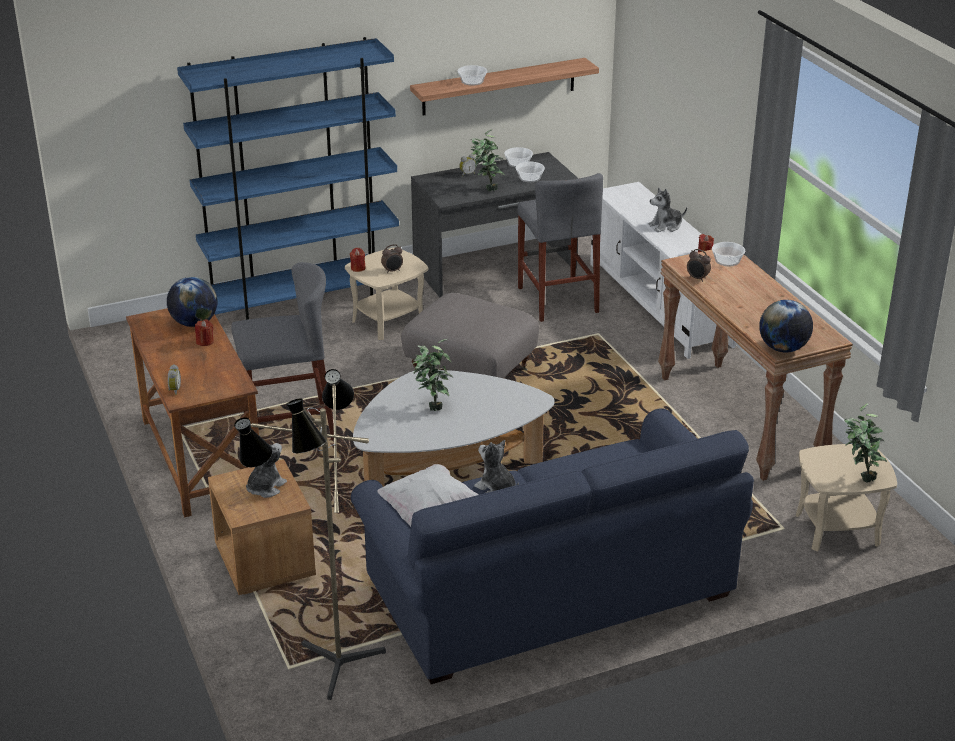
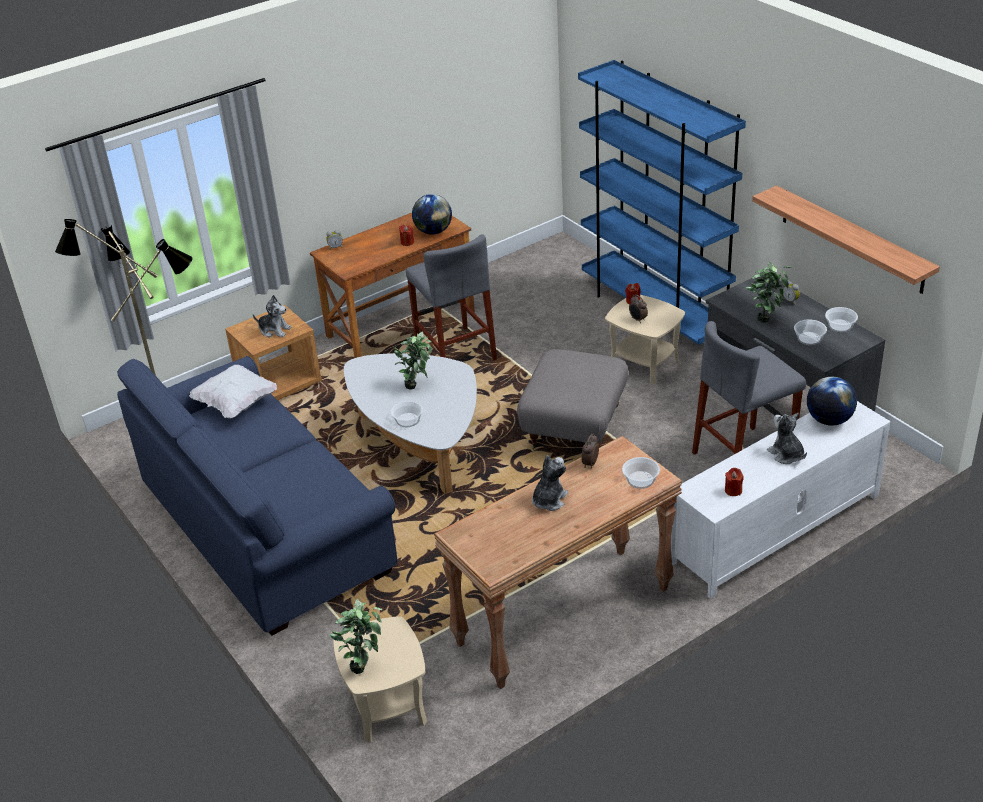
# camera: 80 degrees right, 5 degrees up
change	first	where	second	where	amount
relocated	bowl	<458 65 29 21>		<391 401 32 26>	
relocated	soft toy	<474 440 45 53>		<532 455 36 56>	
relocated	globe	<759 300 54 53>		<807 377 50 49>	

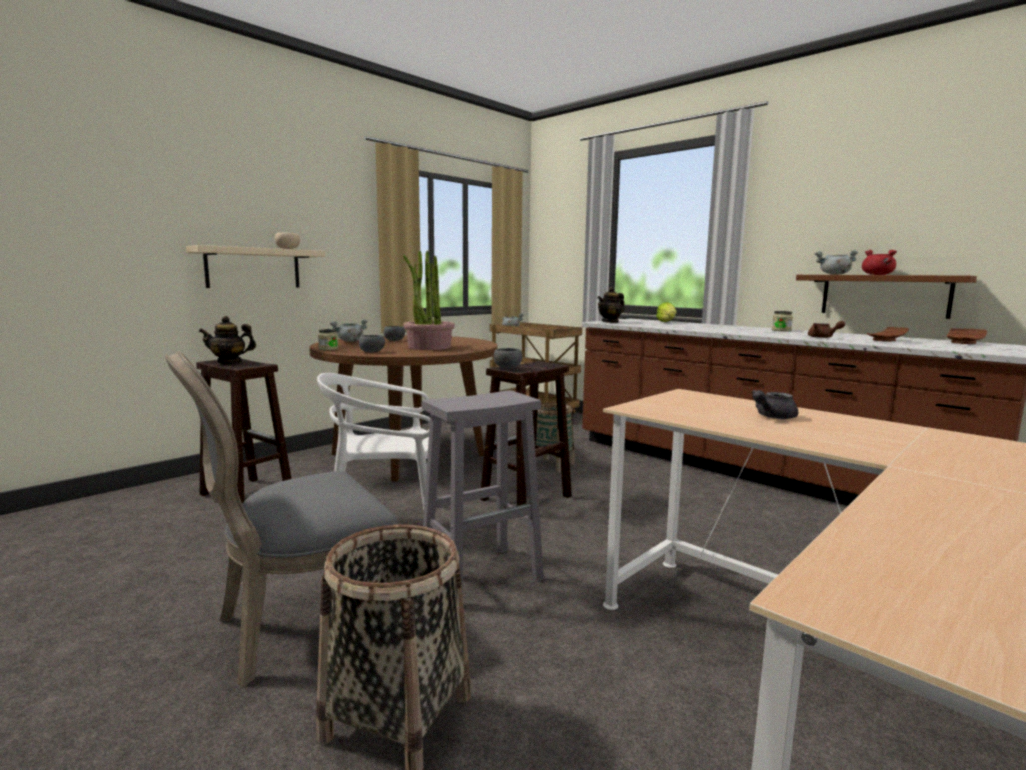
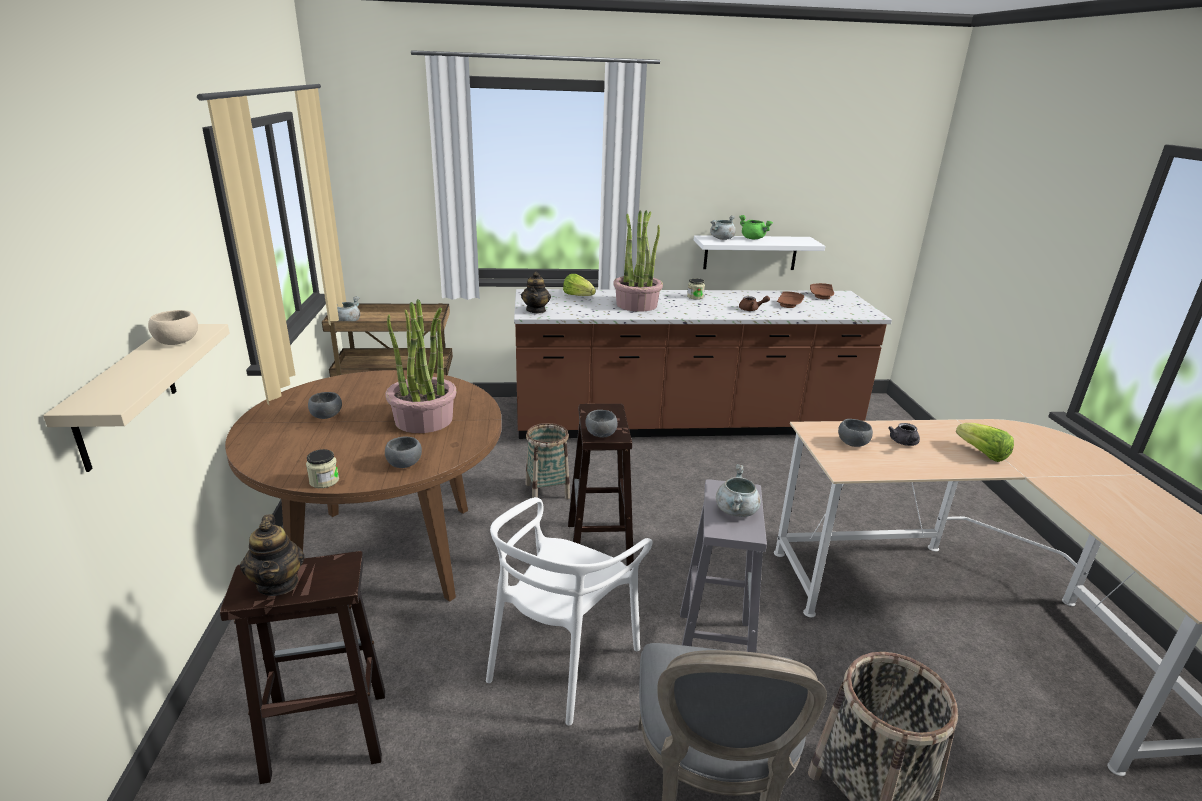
# camera: 50 degrees left, 15 degrees up
change	first	where	second	where	amount
spun	teapot	<199 316 57 48>		<240 514 65 82>	45 degrees counterclockwise
appeared			potted plant	<613 210 50 102>	
colour	brownish wall shelf	<796 275 181 44>	whitish wall shelf	<694 235 131 35>	
relocated	gray stockpot	<330 319 38 23>		<716 464 45 53>	
colour	red-coloured stockpot	<862 250 35 25>	green-coloured stockpot	<739 215 34 24>	
appeared			gray bowl	<838 419 35 28>	
appeared			head of lettuce	<956 423 58 39>	

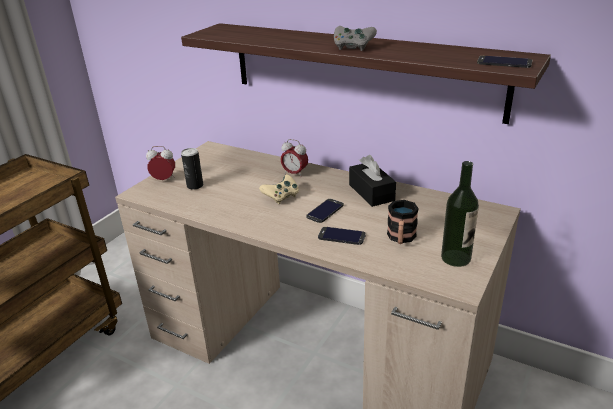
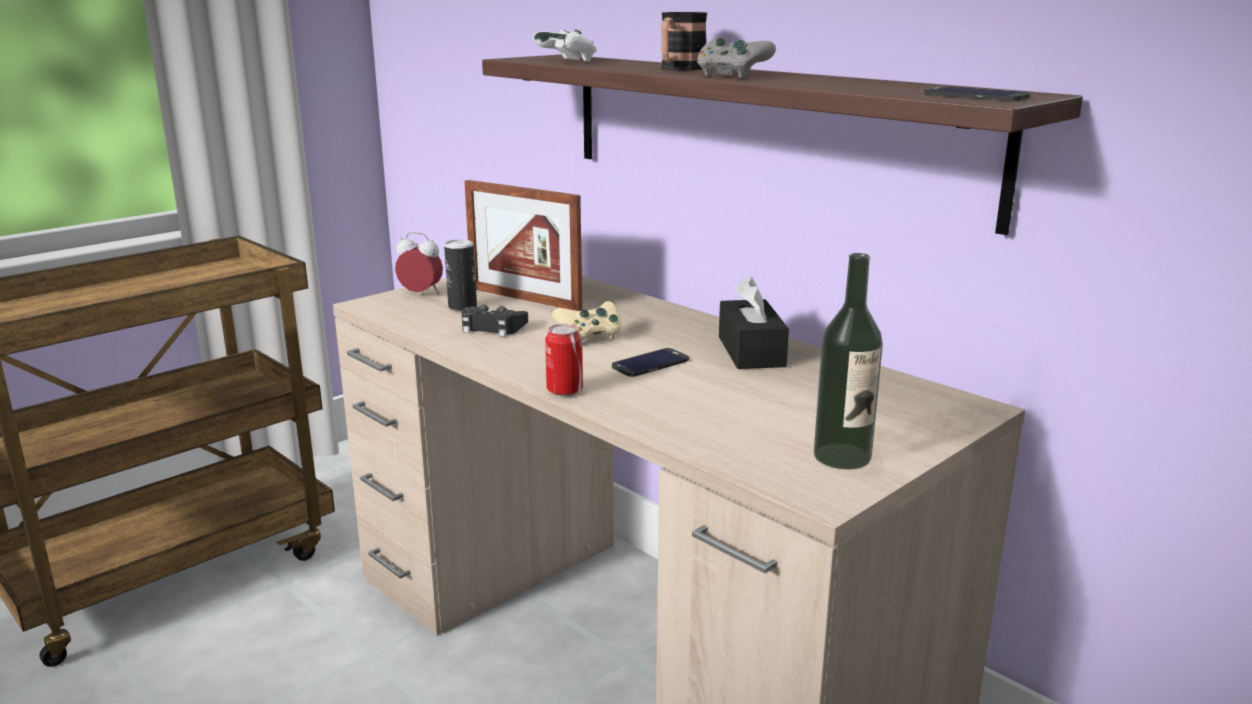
# camera: 15 degrees right, 10 degrees down
change	first	where	second	where	amount
appeared			black gamepad	<461 304 67 33>	
appeared			standing frame	<464 180 118 131>	
appeared			whitish gamepad	<533 29 64 33>	
appeared			metal can	<545 324 38 72>	
relocated	tea mug	<387 200 32 44>		<661 12 46 58>	
missing	bedside clock	<281 139 27 39>			
missing	telephone	<318 227 48 18>			

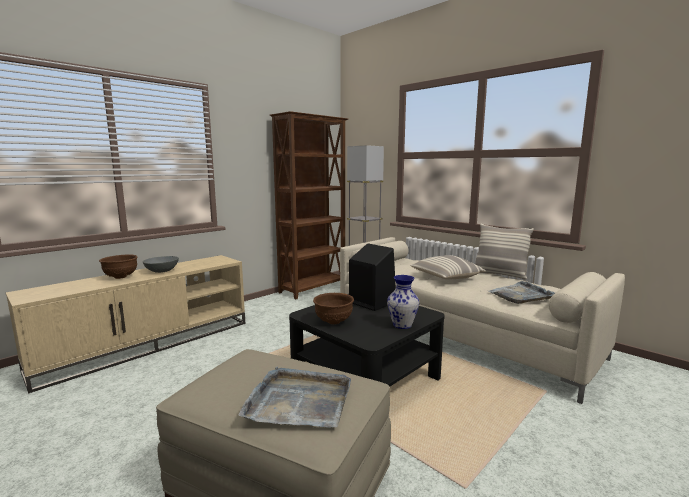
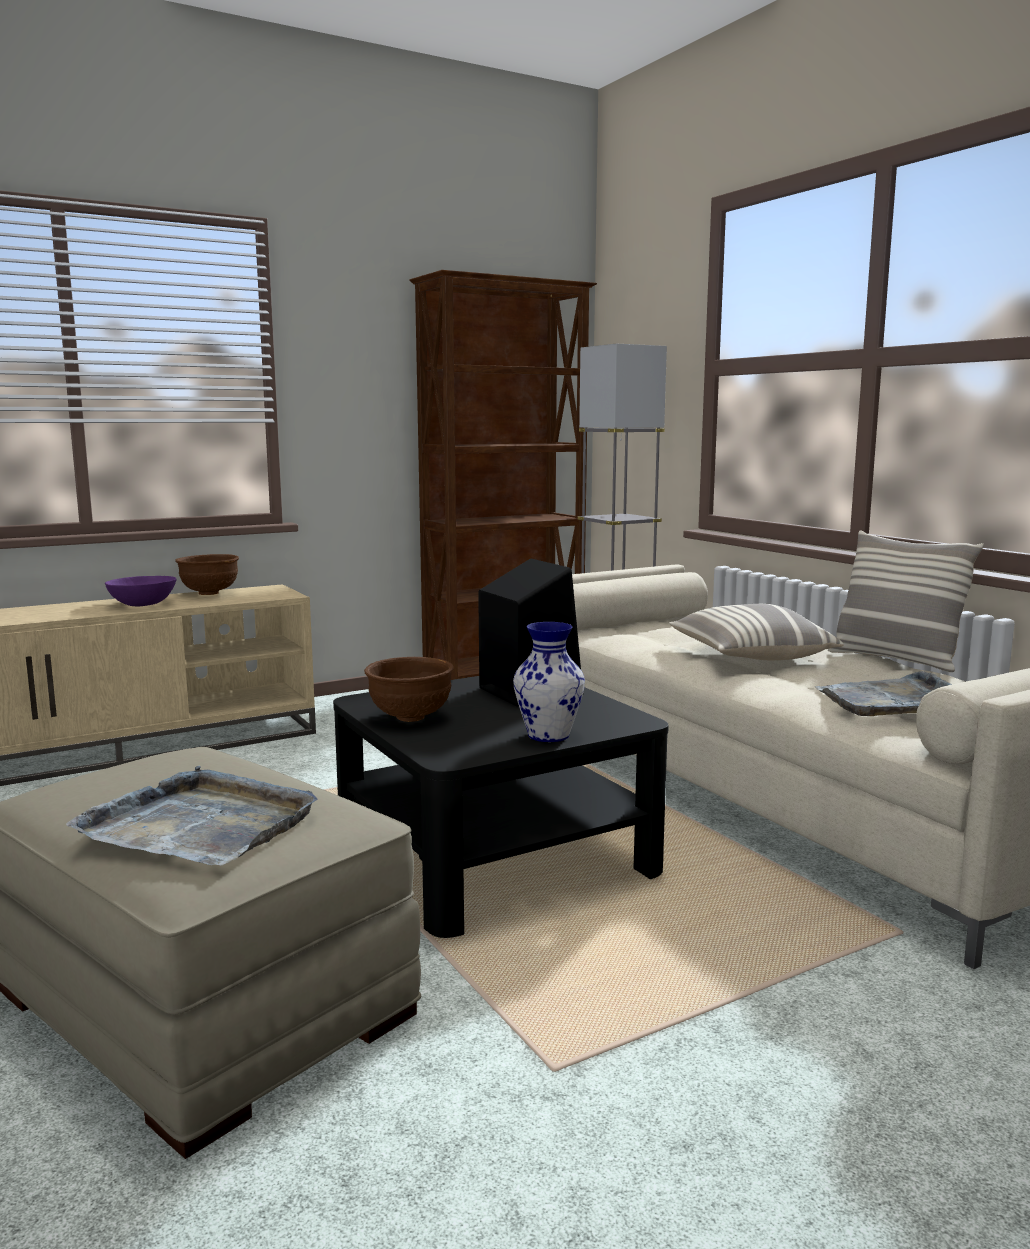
# camera: 15 degrees right, 0 degrees up
change	first	where	second	where	amount
colour	gray bowl	<142 256 37 17>	purplish bowl	<105 576 72 30>	
relocated	brownish bowl	<99 254 39 25>		<175 554 64 41>	

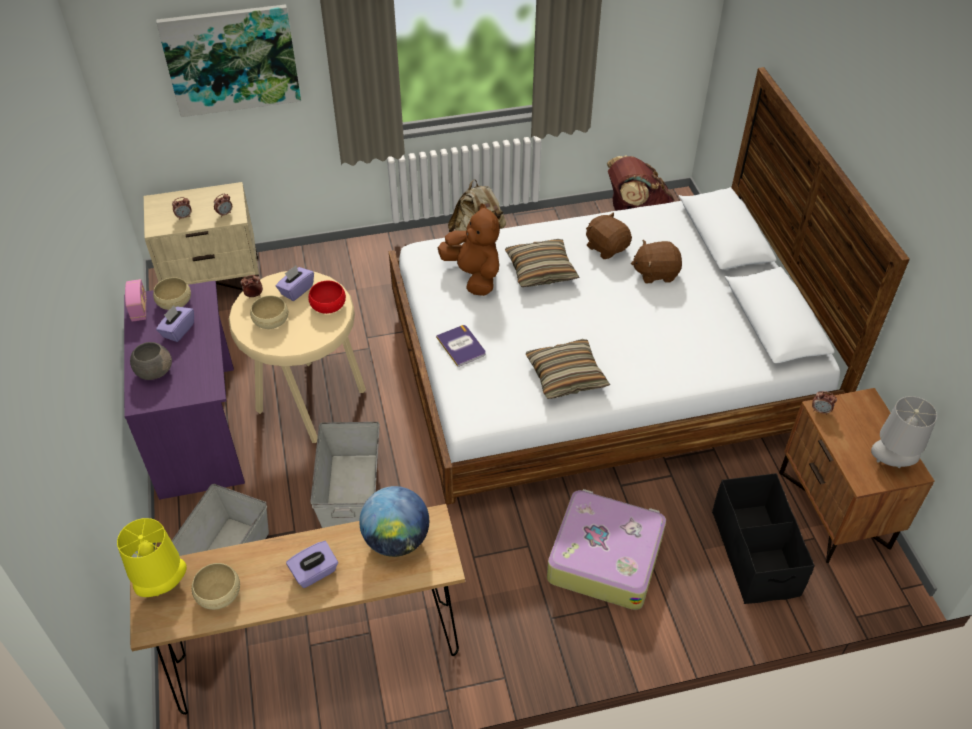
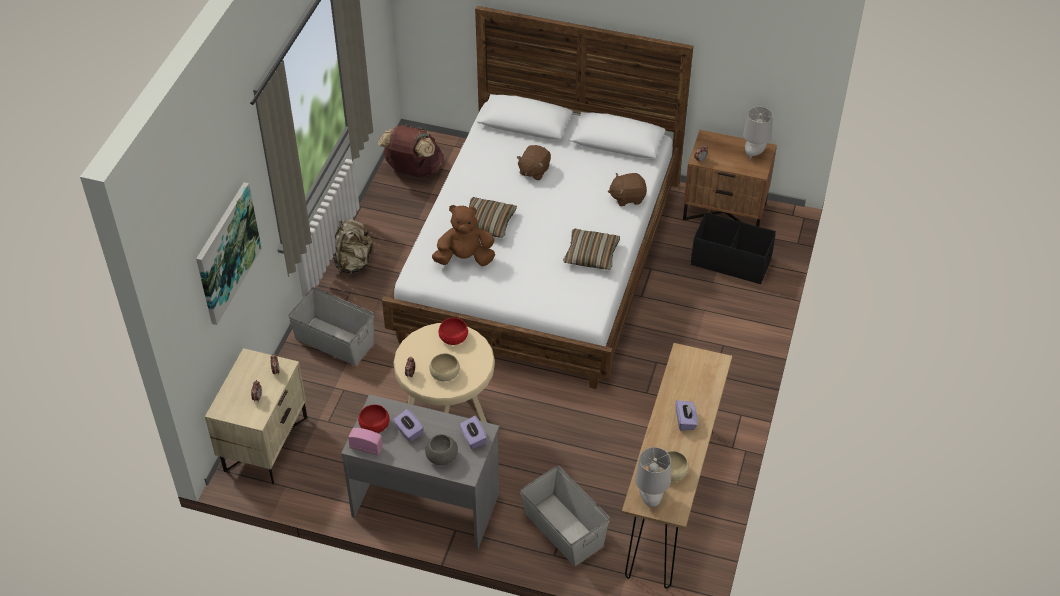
# camera: 60 degrees left, 0 degrees up
change	first	where	second	where	amount
relocated	gray storage container	<310 422 70 106>		<288 287 86 79>	
colour	purplish desk table	<124 281 121 219>	gray desk table	<341 394 158 156>	
colour	beige bowl	<153 277 38 33>	red-coloured bowl	<358 404 31 29>	
relocated	purplish box of tissues	<276 266 38 35>		<459 416 28 33>	
relocated	brownish soft toy	<586 212 46 47>		<608 173 39 33>	
colour	yellow table lamp	<117 518 70 79>	gray table lamp	<635 447 36 60>	
missing	globe	<359 486 70 71>			
missing	volume	<436 325 50 42>			
missing	travel case	<547 489 119 121>			

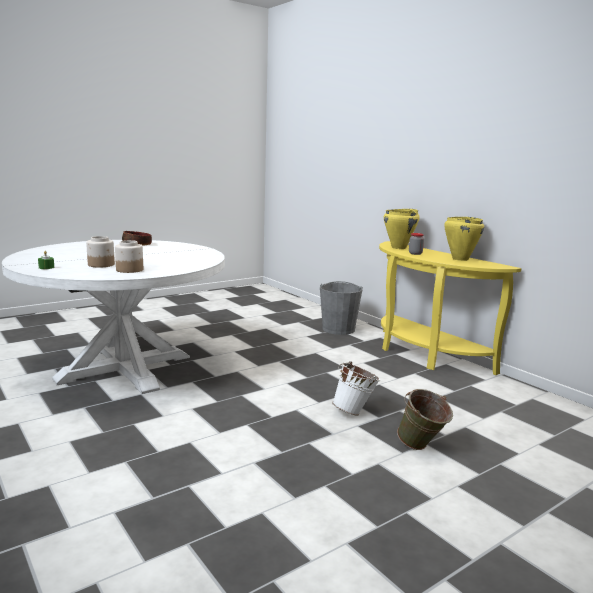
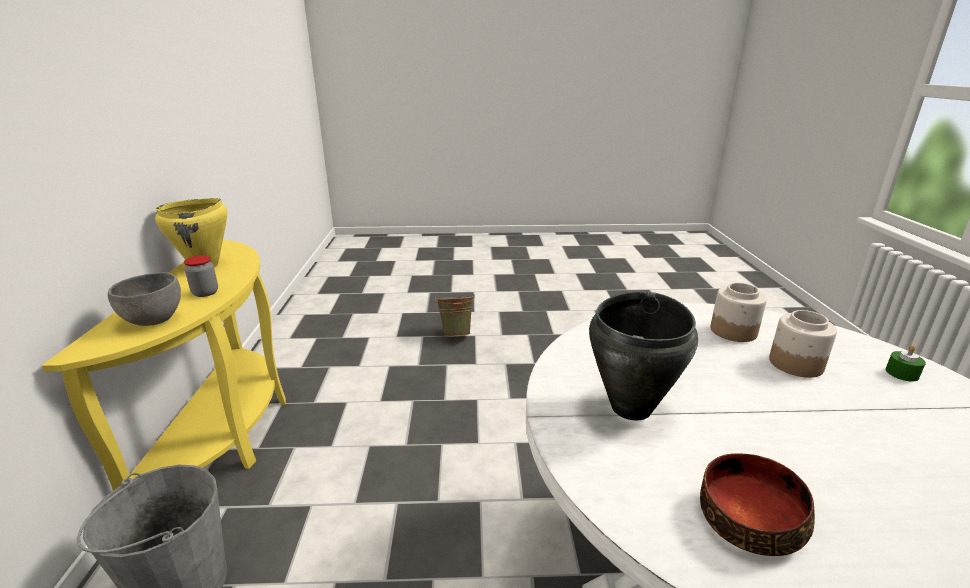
# camera: 145 degrees left, 10 degrees up
change	first	where	second	where	amount
exchanged	yellow stockpot	<384 209 36 40>	gray bowl	<108 272 73 54>	
appeared			black stockpot	<589 291 109 129>	
missing	whitish water bucket	<332 361 48 54>			

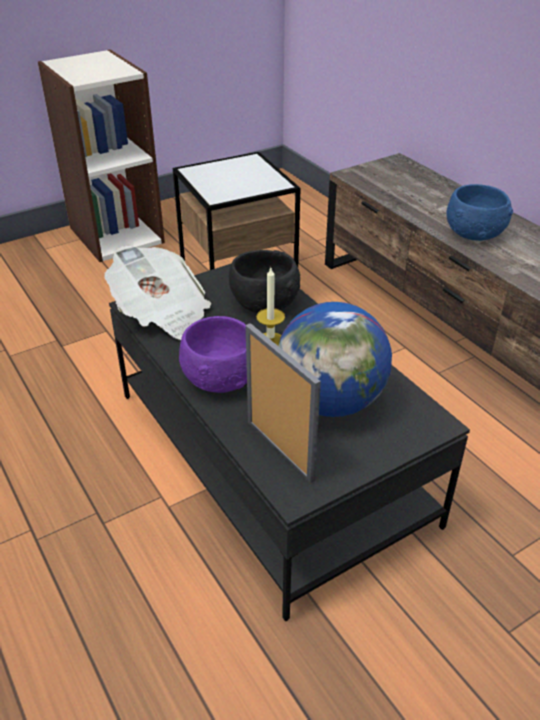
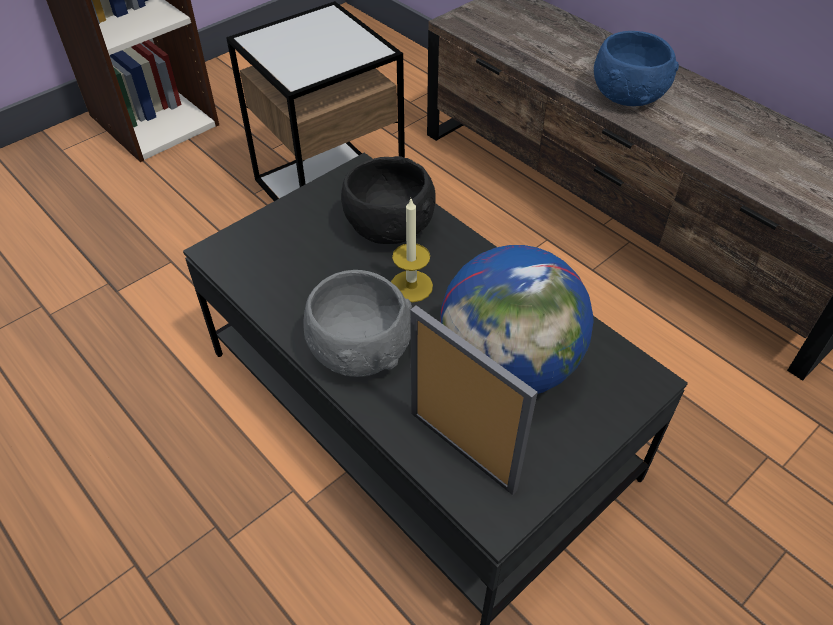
# camera: 10 degrees left, 10 degrees up
change	first	where	second	where	amount
colour	purplish bowl	<179 316 68 77>	gray bowl	<303 270 109 107>	
missing	printed paper	<104 245 107 95>			

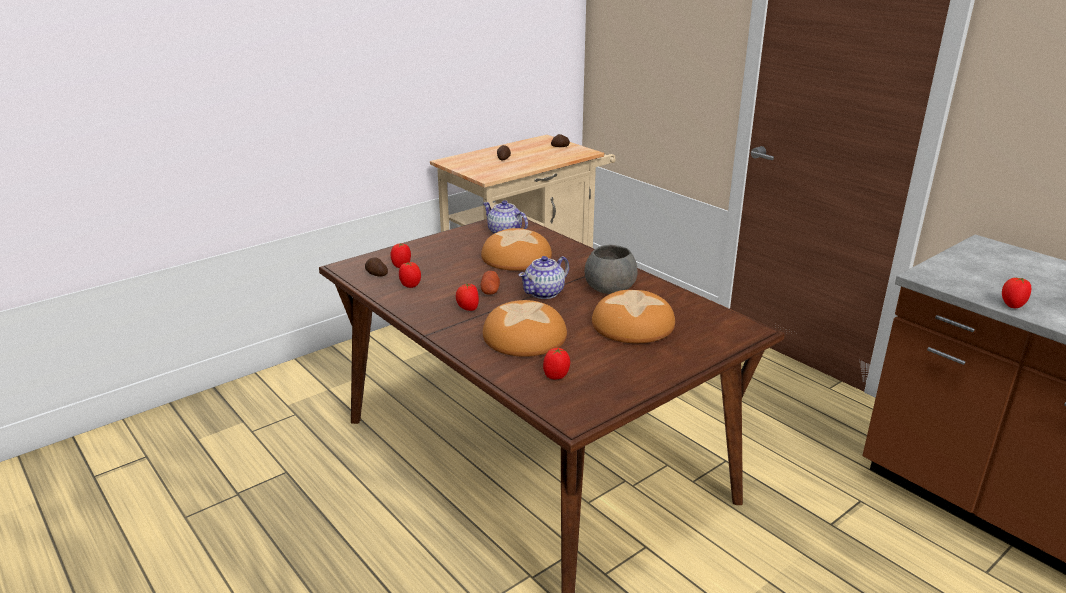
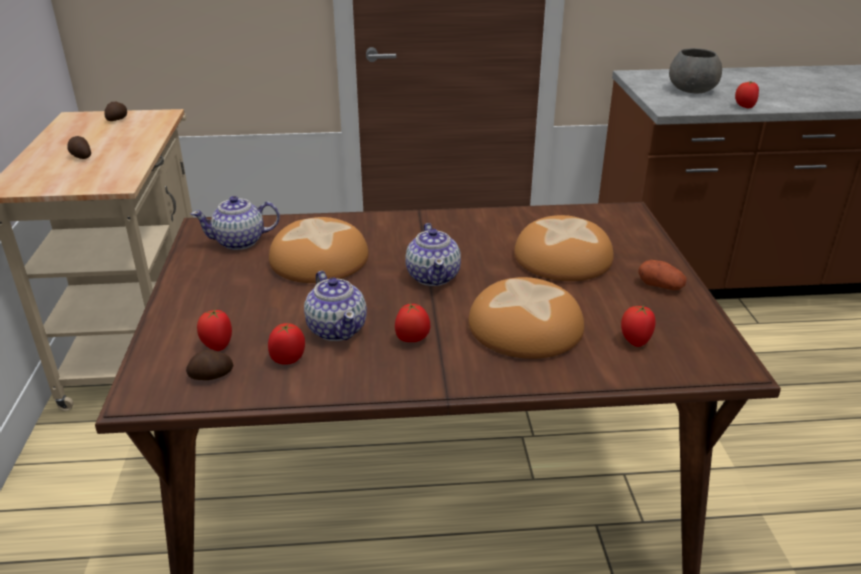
# camera: 55 degrees left, 5 degrees up
change	first	where	second	where	amount
appeared			teapot	<304 271 63 70>	
relocated	whole potato	<480 271 20 24>		<638 260 49 30>	
relocated	gray bowl	<584 245 54 49>		<669 48 53 46>	

